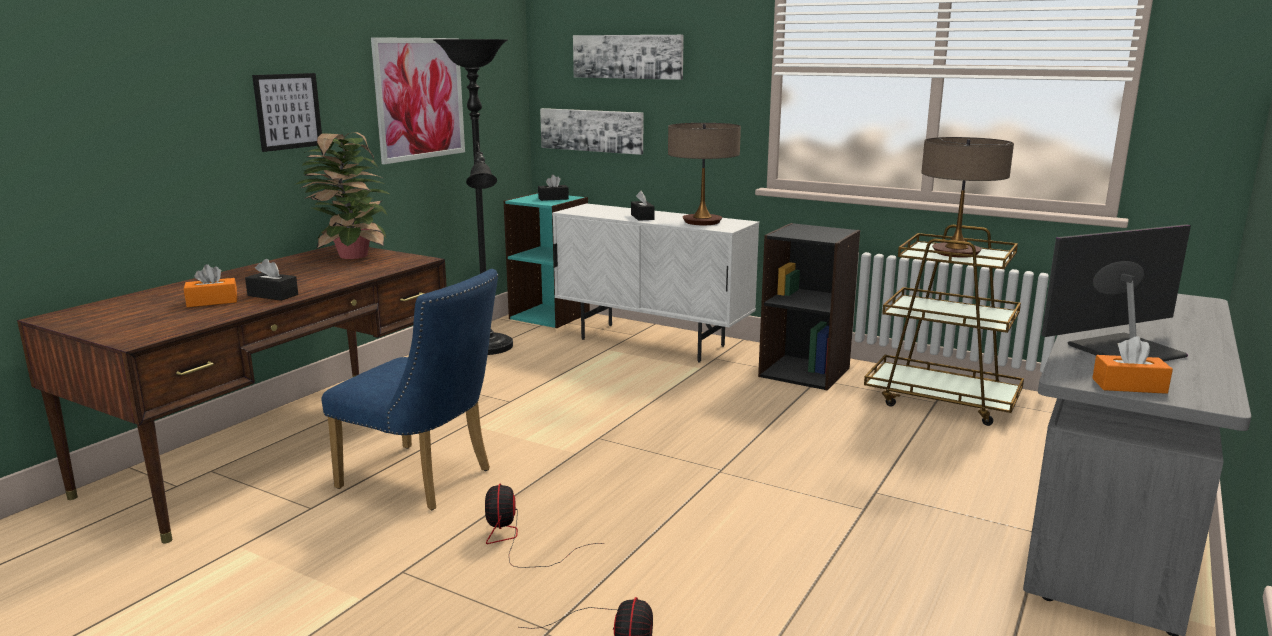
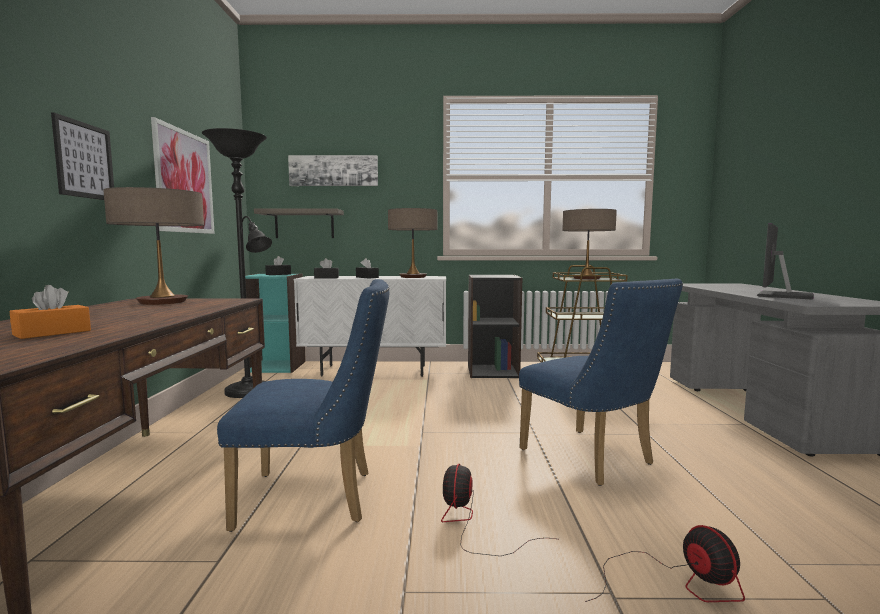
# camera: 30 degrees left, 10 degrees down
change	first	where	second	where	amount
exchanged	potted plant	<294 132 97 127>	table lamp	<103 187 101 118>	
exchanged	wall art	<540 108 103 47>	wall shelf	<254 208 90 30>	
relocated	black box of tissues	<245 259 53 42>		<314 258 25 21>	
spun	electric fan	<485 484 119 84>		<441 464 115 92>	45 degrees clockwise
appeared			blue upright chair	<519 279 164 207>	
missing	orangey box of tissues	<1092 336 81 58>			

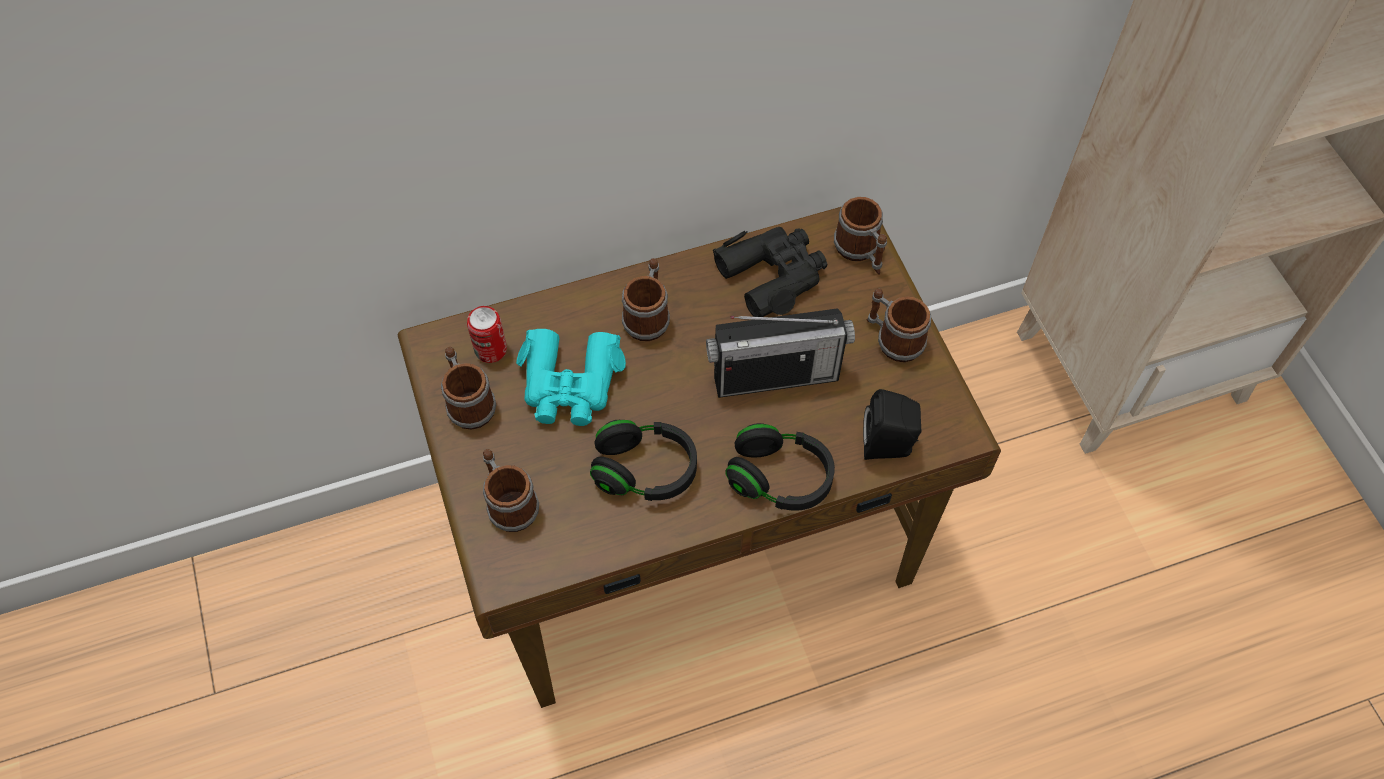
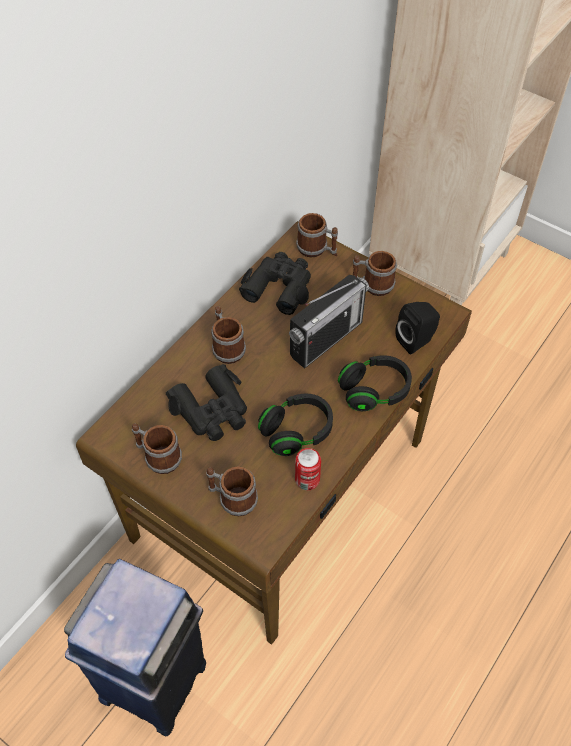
# camera: 35 degrees left, 5 degrees down
change	first	where	second	where	amount
appeared			blue trash can	<64 559 142 177>	
colour	turquoise-coloured field glasses	<516 329 110 97>	black field glasses	<166 364 81 77>	
relocated	metal can	<467 306 40 57>		<295 448 26 42>	

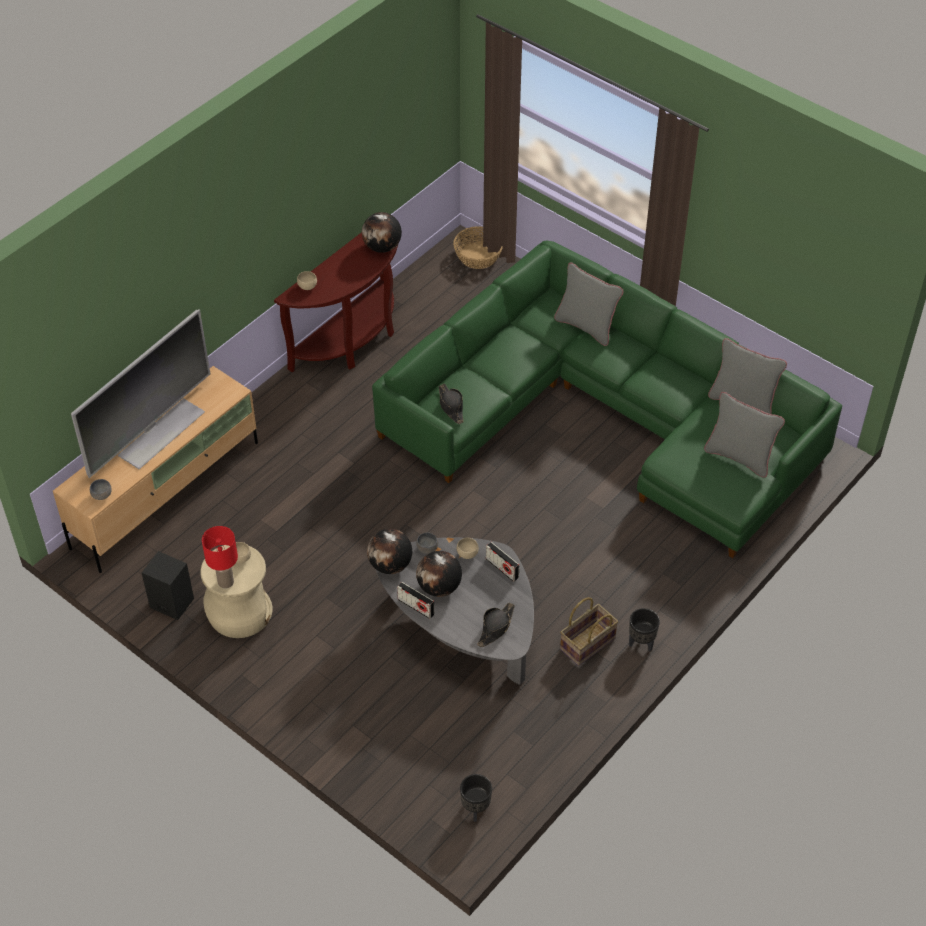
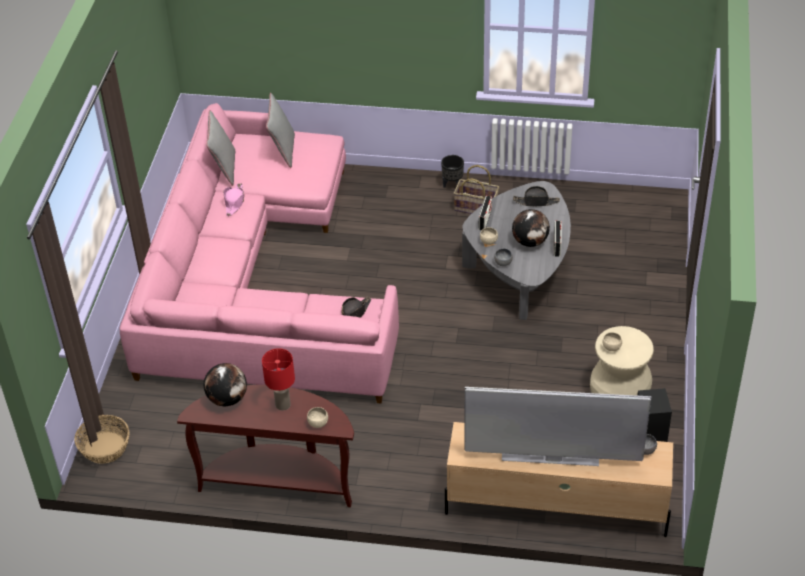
# camera: 120 degrees left, 5 degrees down
change	first	where	second	where	amount
colour	green-coloured settee	<372 241 470 317>	pink-coloured settee	<120 103 279 301>	
appeared			pink-coloured hat	<223 184 21 32>	
relocated	red-coloured table lamp	<202 526 36 63>		<262 348 33 62>	
missing	globe	<367 529 45 45>			
missing	black flower pot	<460 774 32 48>			
missing	gray pillow	<554 262 70 84>			

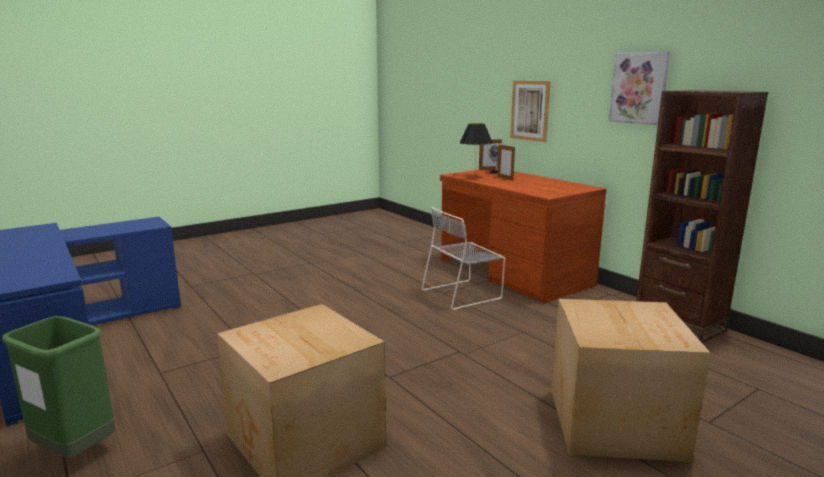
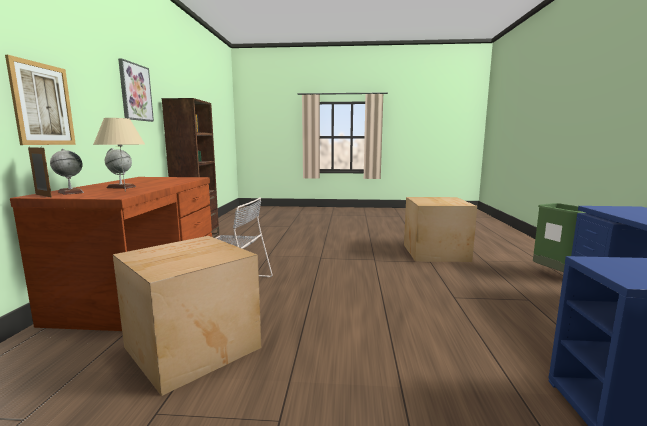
# camera: 140 degrees left, 5 degrees down
change	first	where	second	where	amount
colour	black table lamp	<459 123 34 44>	beige table lamp	<93 118 52 74>	
exchanged	standing frame	<497 144 18 36>	globe	<105 148 31 41>	
relocated	cardboard box	<551 299 160 163>		<113 236 148 160>	

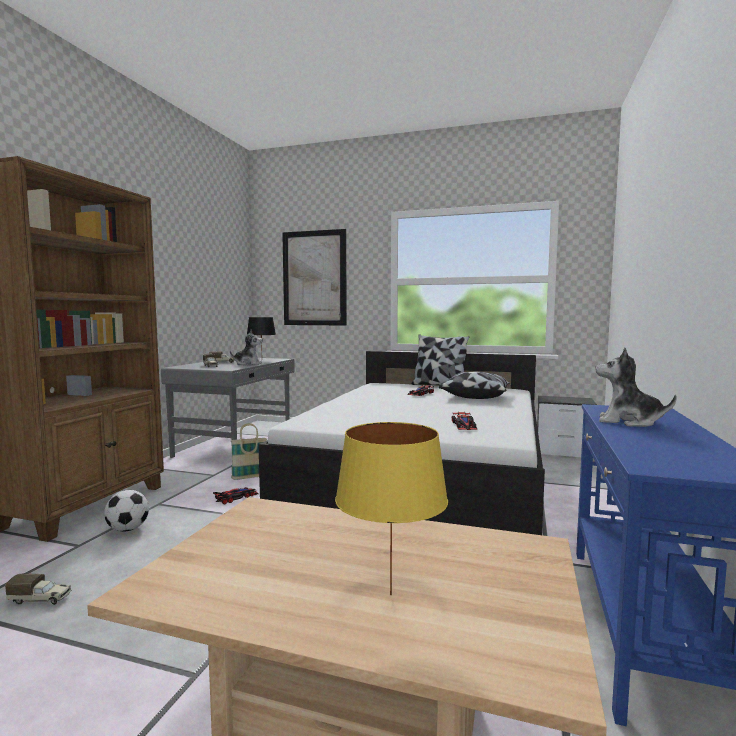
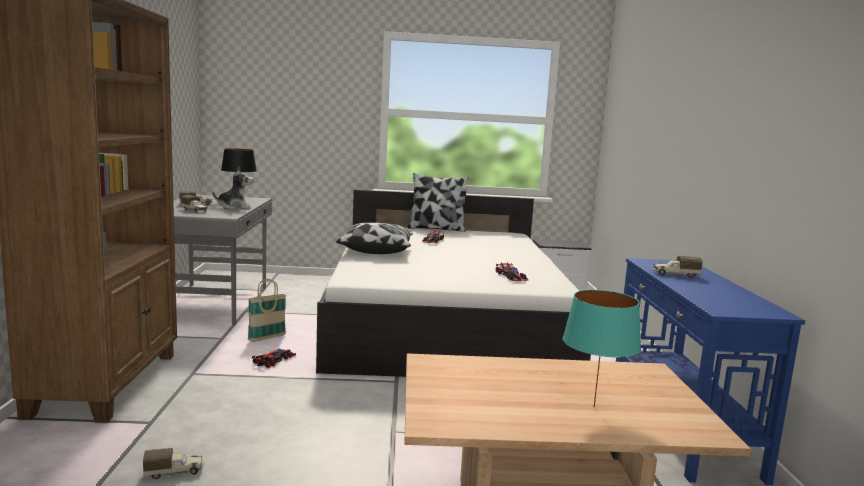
# camera: 20 degrees left, 5 degrees up
change	first	where	second	where	amount
relocated	pillow	<439 372 71 27>		<336 223 77 31>	
colour	yellow table lamp	<335 422 113 173>	turquoise-coloured table lamp	<563 290 78 118>	
exchanged	soft toy	<595 348 82 79>	toy truck	<653 256 50 22>	
missing	ball for football	<104 490 45 42>			
missing	wall art	<282 229 65 96>			

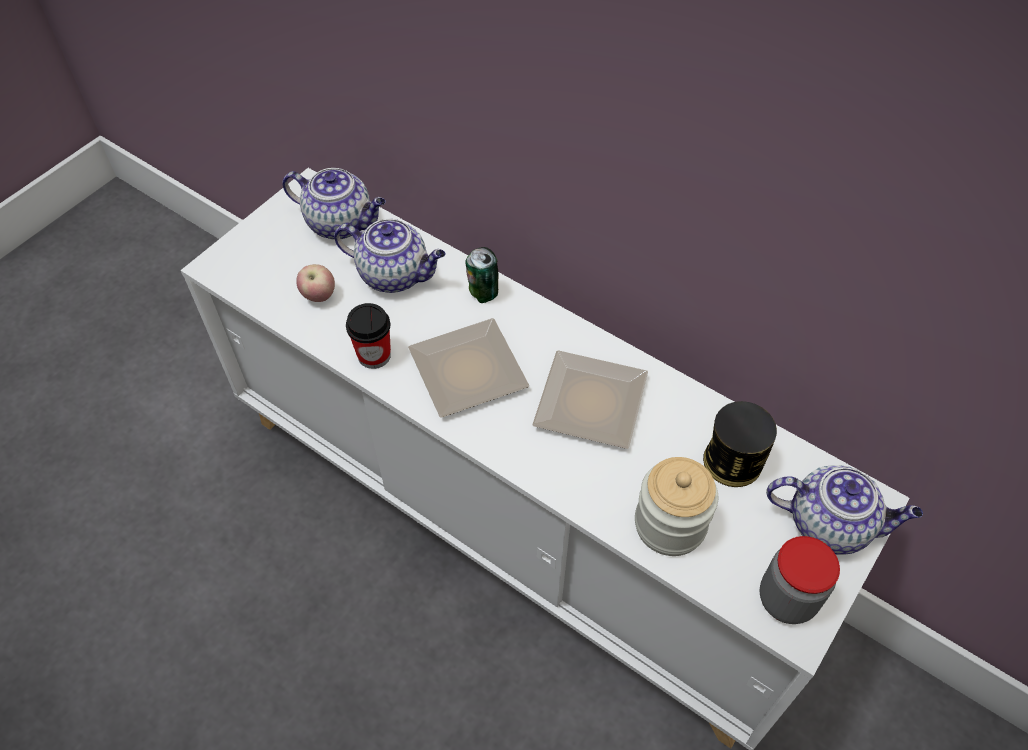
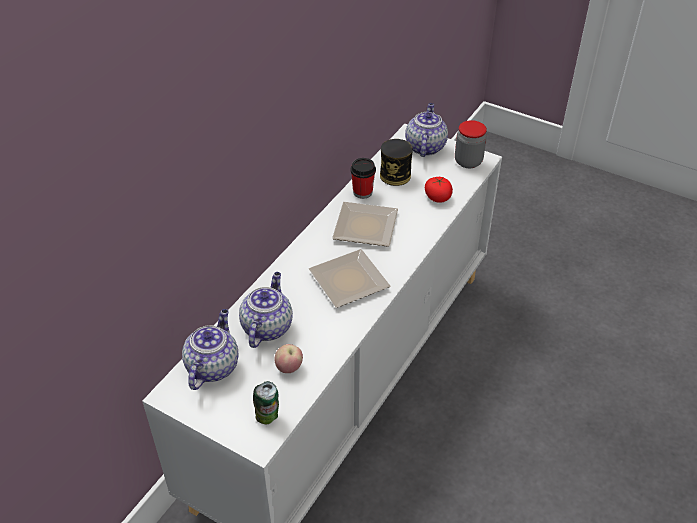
# camera: 95 degrees left, 10 degrees down
change	first	where	second	where	amount
relocated	metal can	<465 247 34 56>		<253 381 26 43>	
relocated	drinking cup	<346 303 45 66>		<350 158 26 41>	
exchanged	preserve jar	<635 457 83 99>	fresh tomato	<425 177 28 26>	

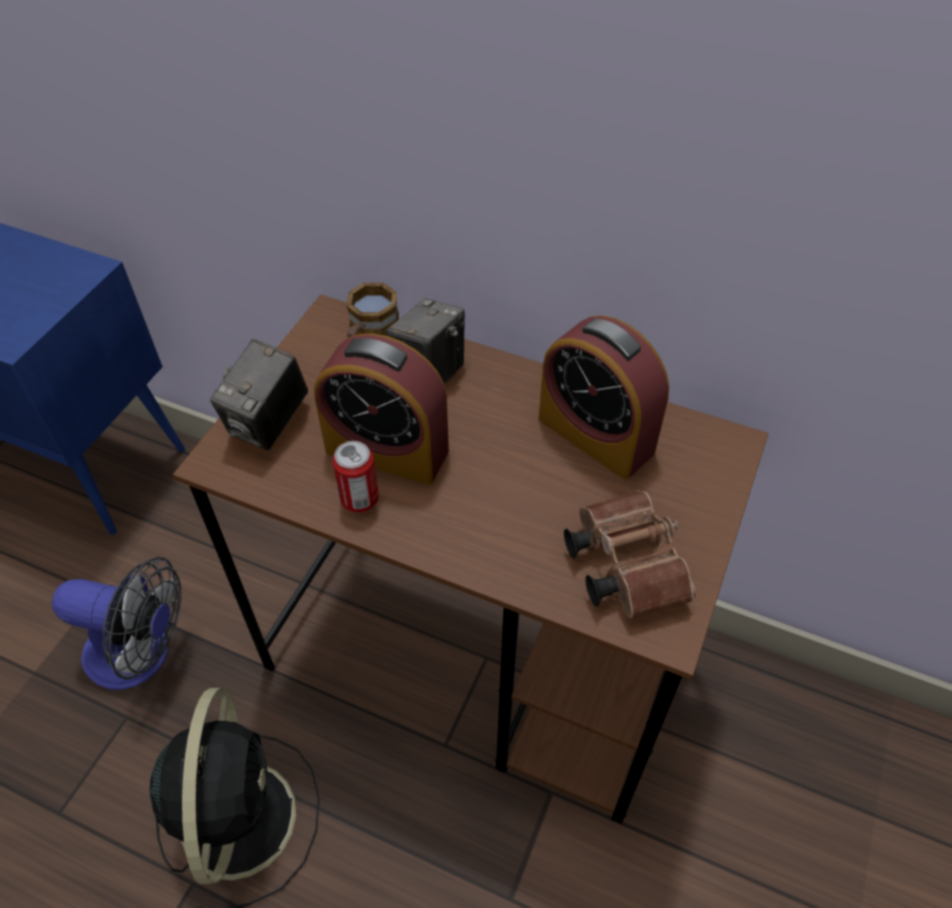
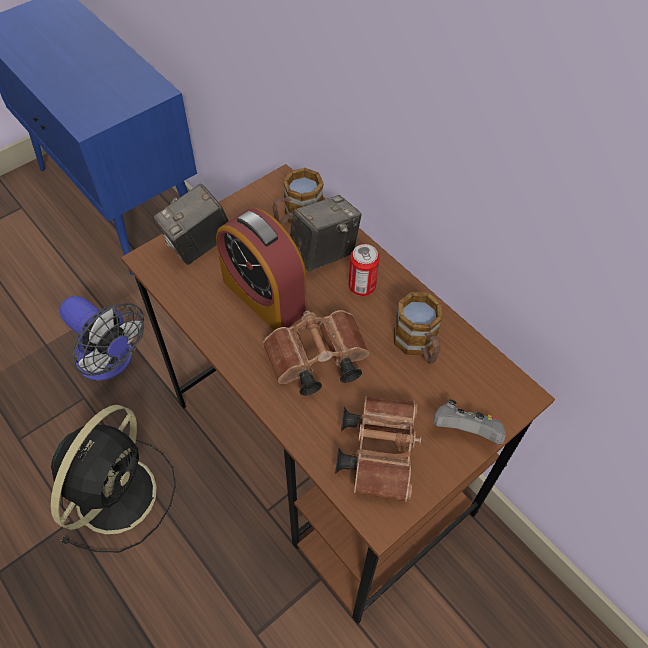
# camera: 25 degrees right, 5 degrees up
change	first	where	second	where	amount
appeared			brownish field glasses	<263 310 106 86>	
relocated	metal can	<333 441 46 71>		<349 244 31 52>	
exchanged	bedside clock	<539 315 130 165>	tea mug	<394 292 49 72>	
appeared			gray gamepad	<434 399 72 46>	

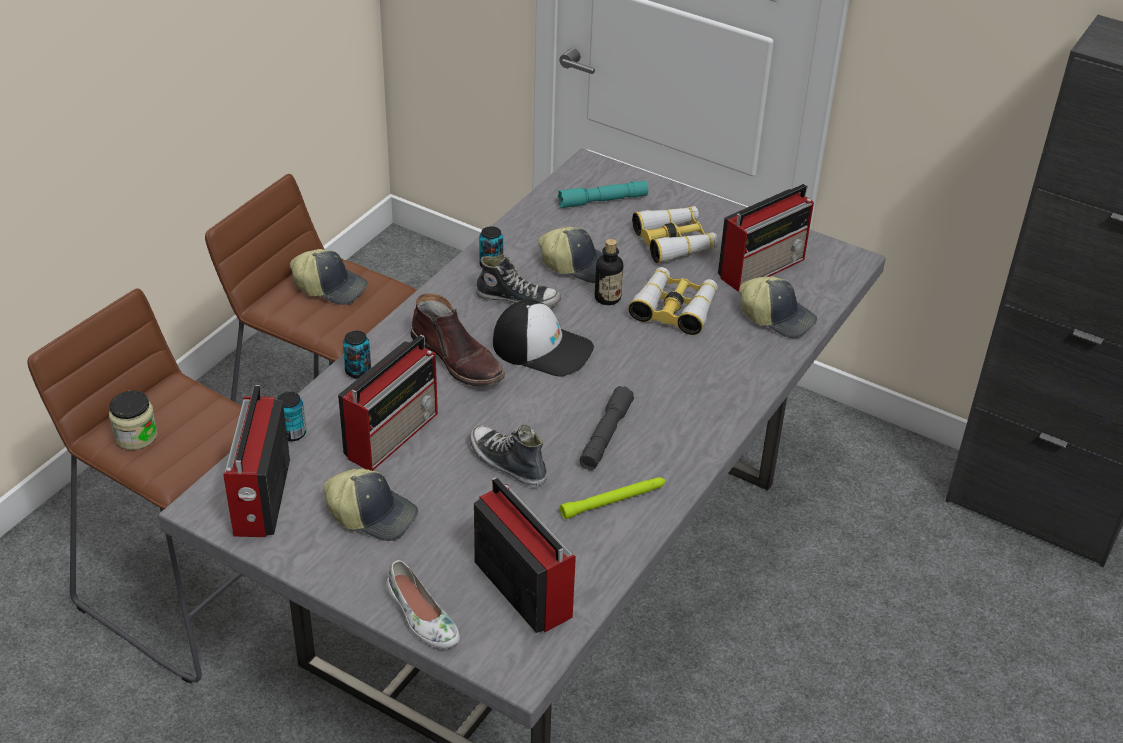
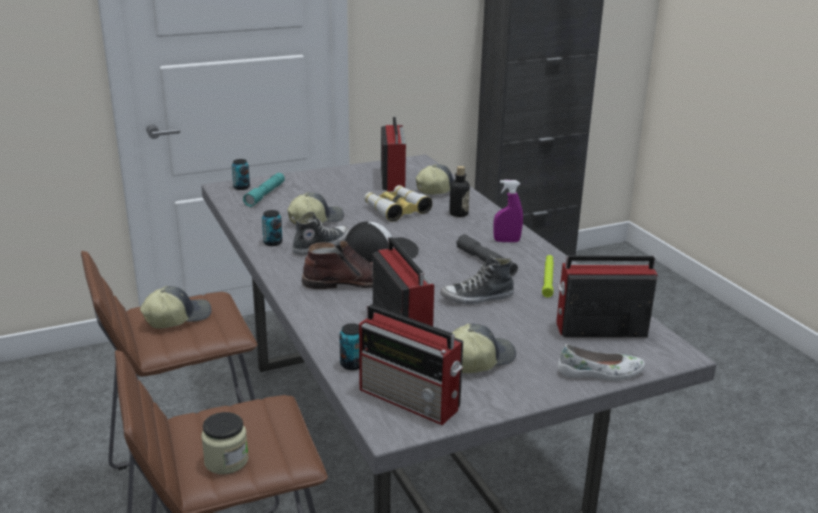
# camera: 55 degrees left, 15 degrees down
change	first	where	second	where	amount
relocated	metal can	<343 331 28 48>		<232 159 18 31>	
relocated	bottle	<595 239 28 66>		<449 166 21 51>	
appeared			purplish hand sprayer	<494 180 29 62>	
missing	field glasses	<632 206 86 58>			

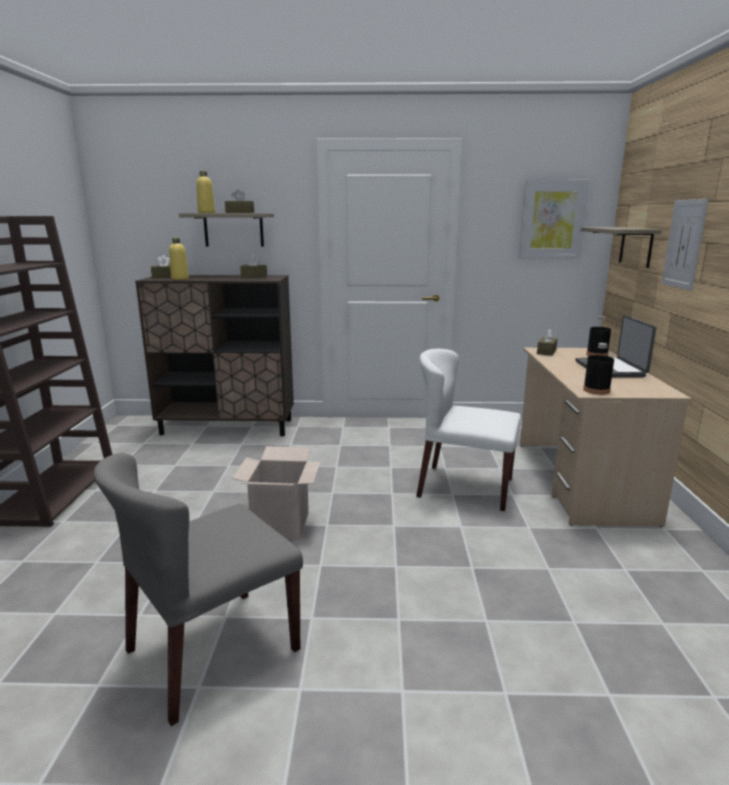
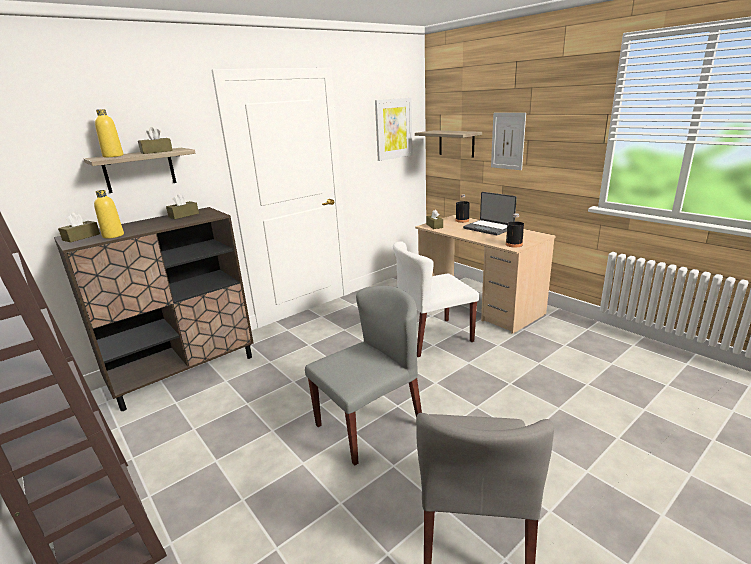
# camera: 40 degrees left, 5 degrees up
change	first	where	second	where	amount
exchanged	cardboard box	<232 446 89 94>	gray upright chair	<305 286 117 179>	

